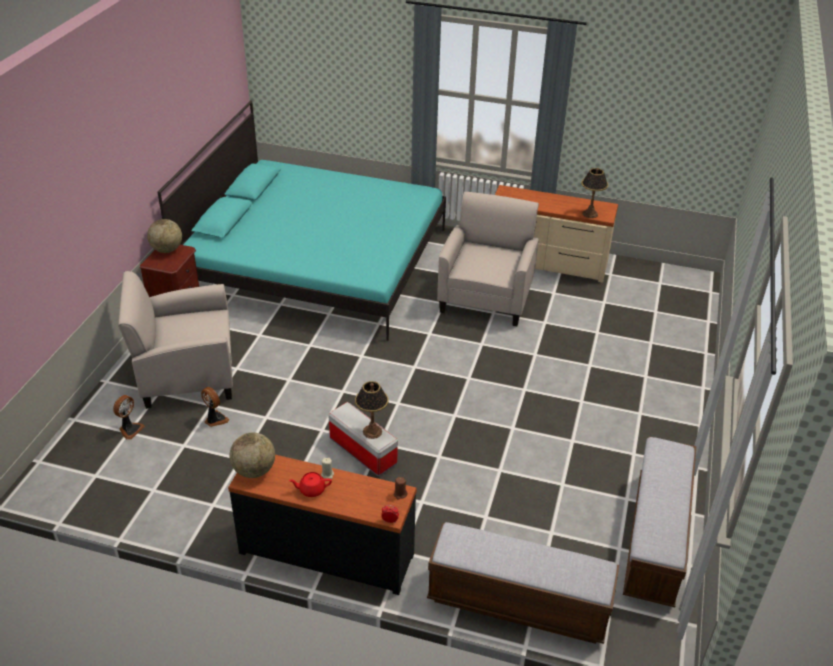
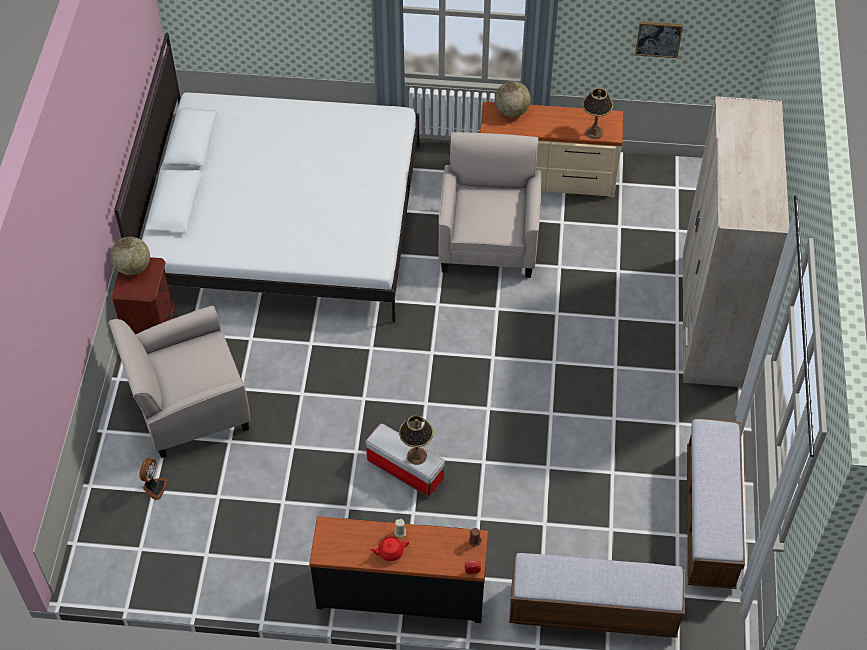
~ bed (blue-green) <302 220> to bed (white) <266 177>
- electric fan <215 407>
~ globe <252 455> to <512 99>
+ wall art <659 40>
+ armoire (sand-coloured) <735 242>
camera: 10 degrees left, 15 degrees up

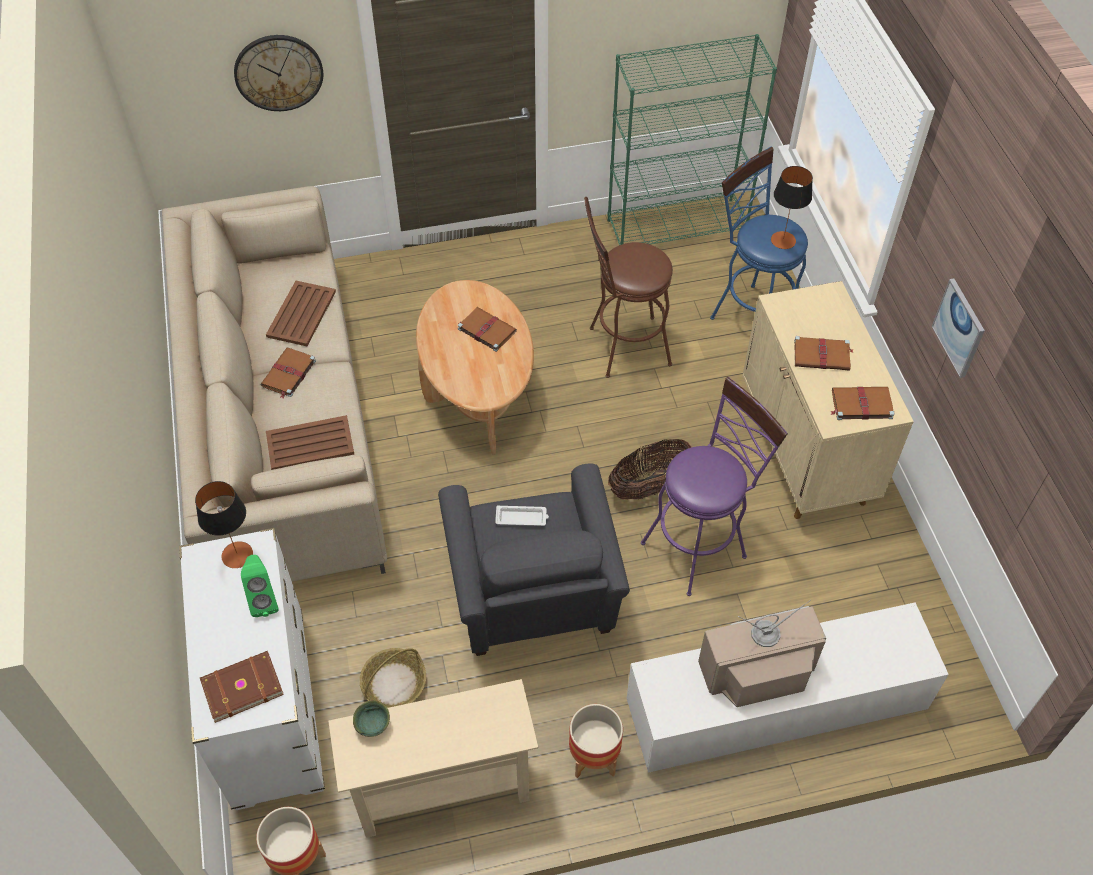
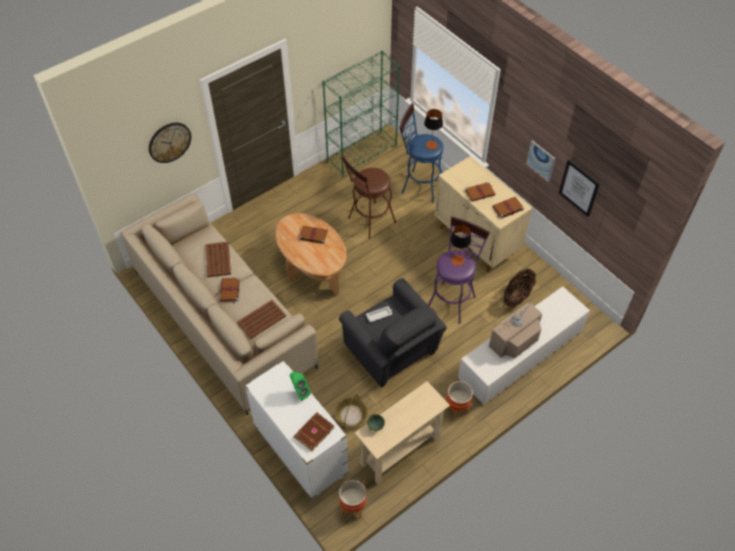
~ household basket <650 469> to <520 288>
~ tabletop lamp <224 524> to <460 245>
+ wall art <579 188>
camera: 25 degrees left, 0 degrees up

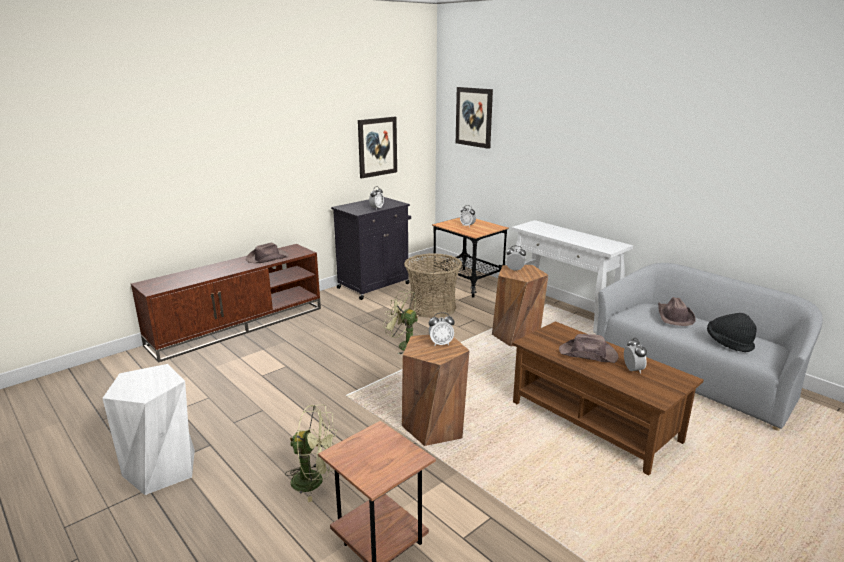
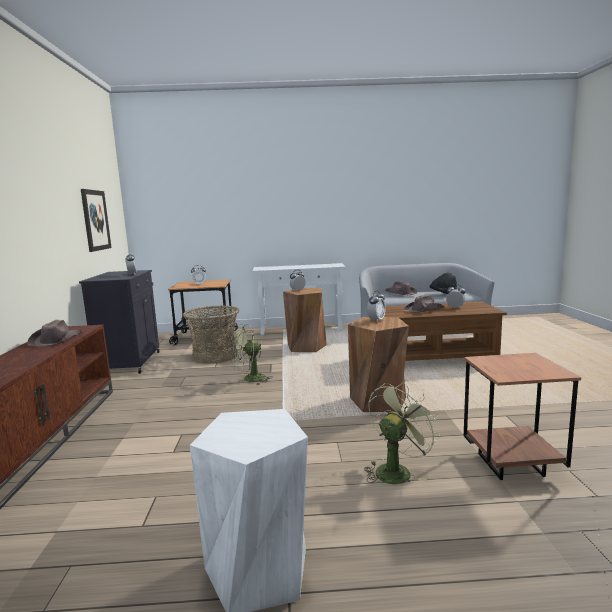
- wall art <474 118>
camera: 50 degrees left, 10 degrees down

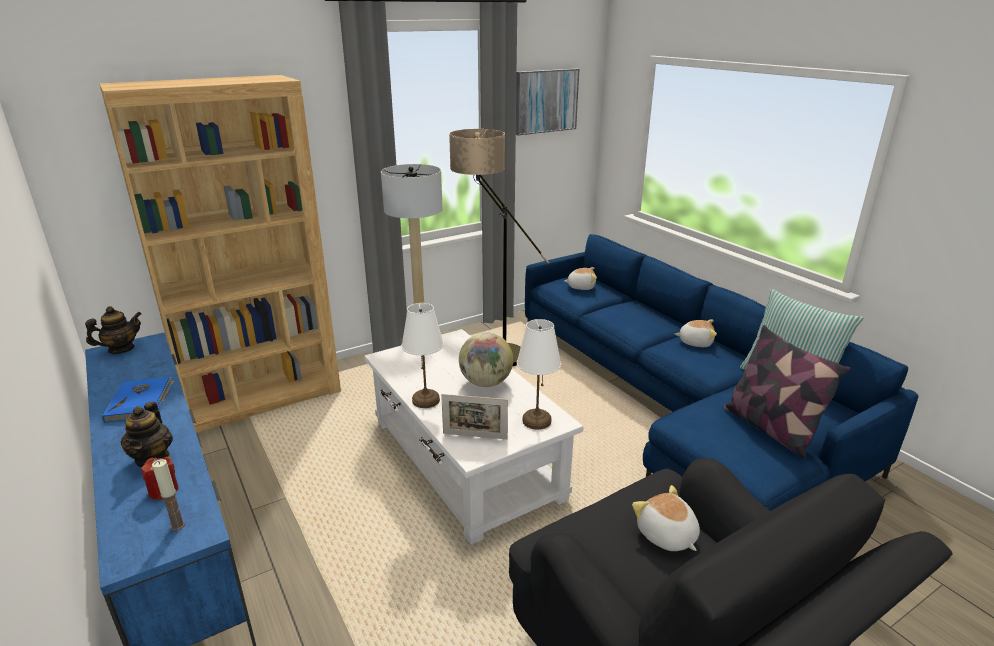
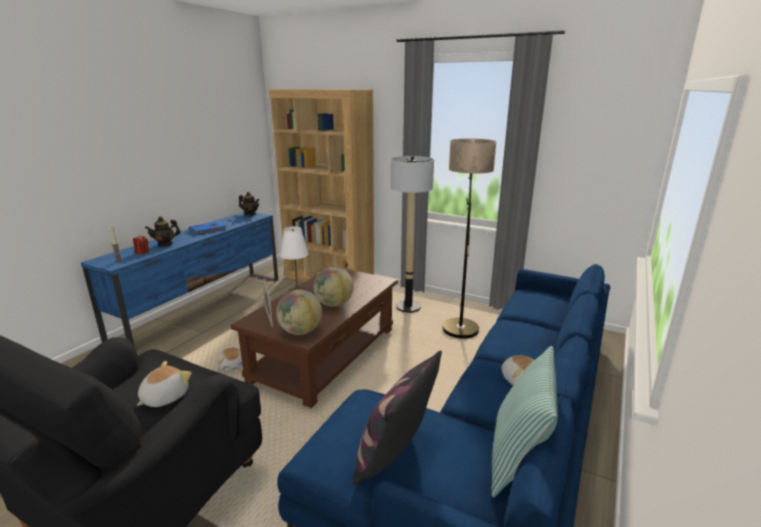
- wall art <547 102>
~ soft toy <580 278> to <230 359>
~ tabletop lamp (white) <539 374> to globe <299 312>
~ coffee table (white) <474 437> to coffee table (brown) <314 337>
camera: 60 degrees right, 5 degrees down

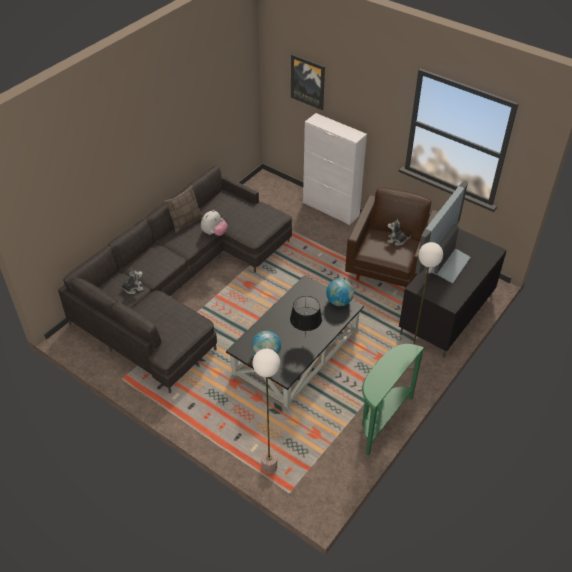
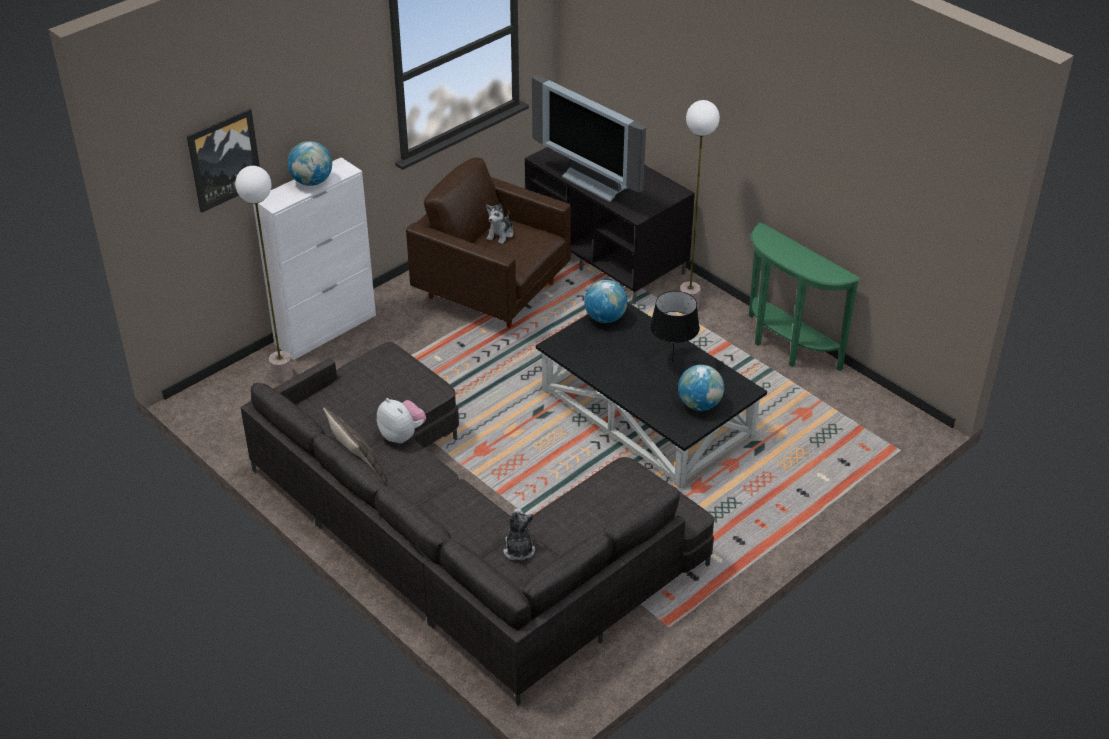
~ standing lamp <266 411> to <264 274>
+ globe <309 163>
camera: 80 degrees left, 5 degrees down

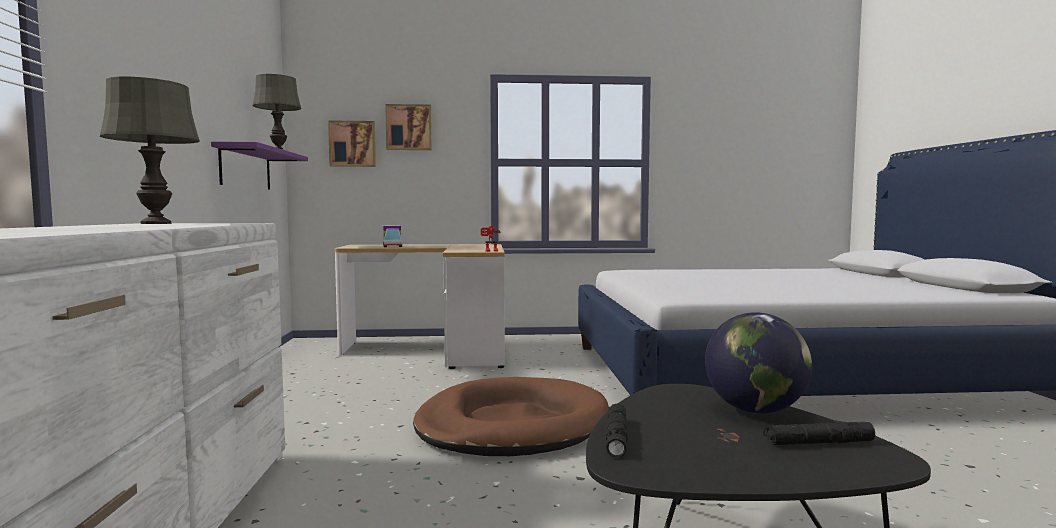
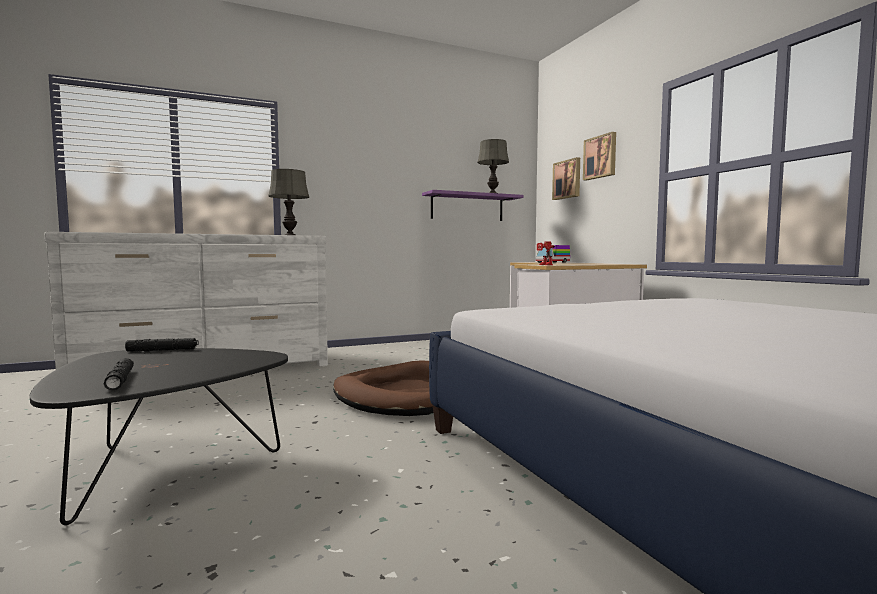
- globe <758 363>
camera: 70 degrees right, 0 degrees up

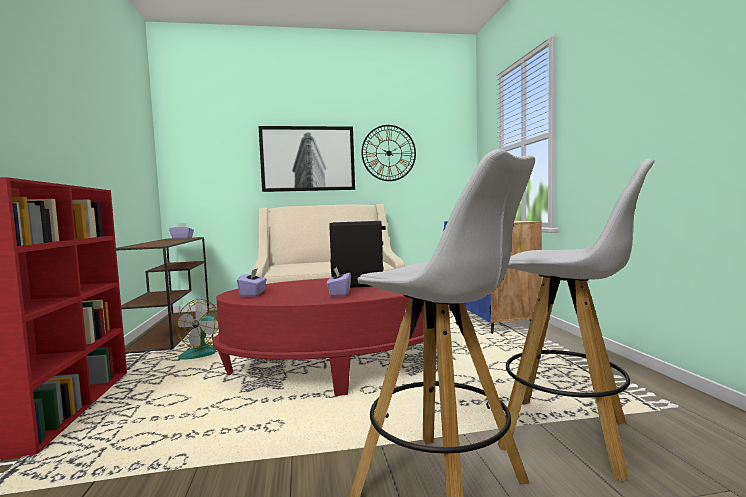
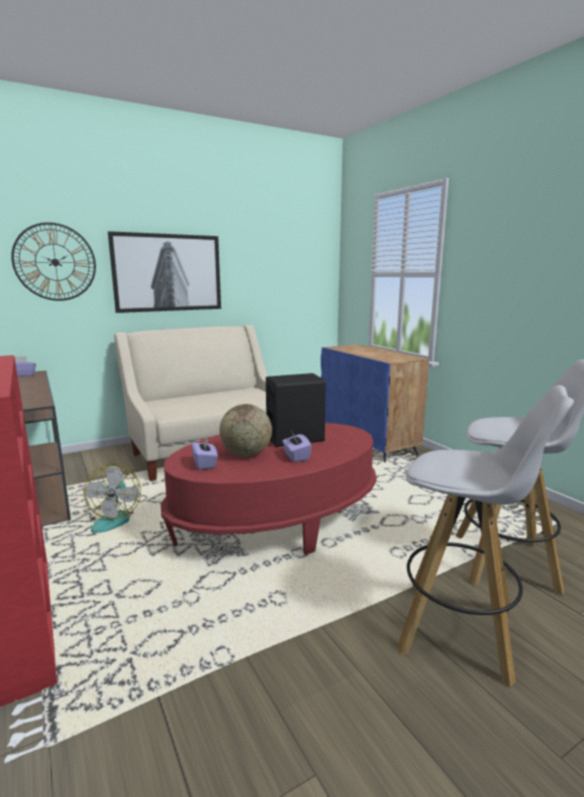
~ wall clock <388 153> to <53 261>
+ globe <245 430>
camera: 20 degrees left, 10 degrees up

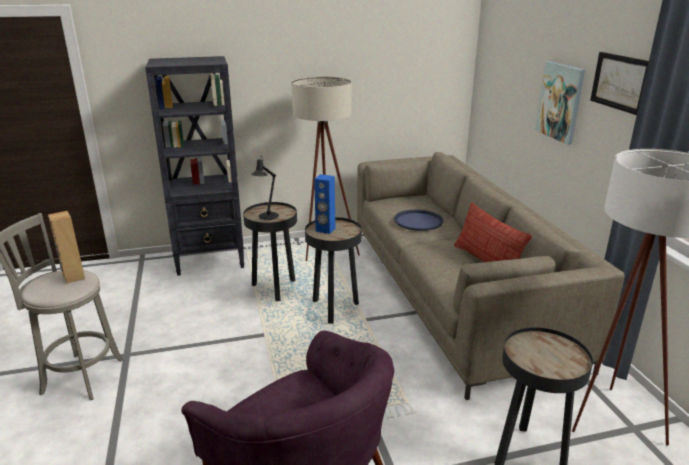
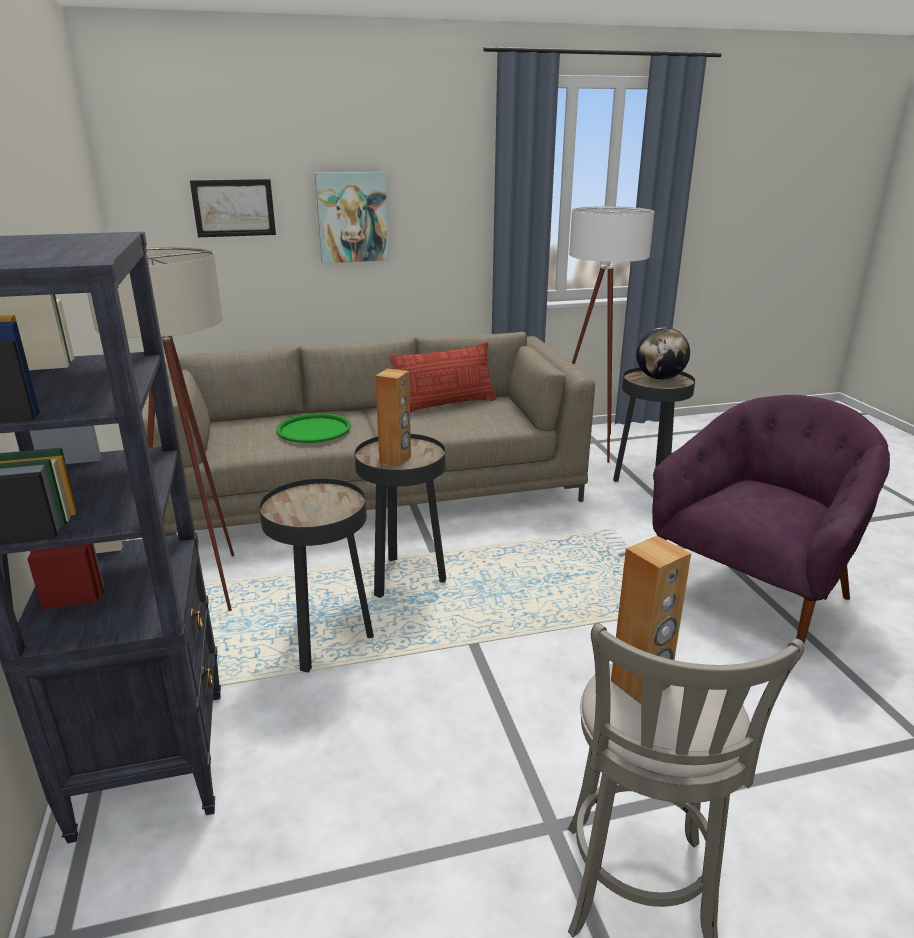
~ wall art <619 83> to <233 208>
- tabletop lamp (black-coloured) <265 187>
~ speaker (blue) <324 204> to speaker (brown) <393 418>
~ tray (blue) <418 220> to tray (green-coloured) <313 428>
+ globe <663 353>
camera: 90 degrees left, 0 degrees up

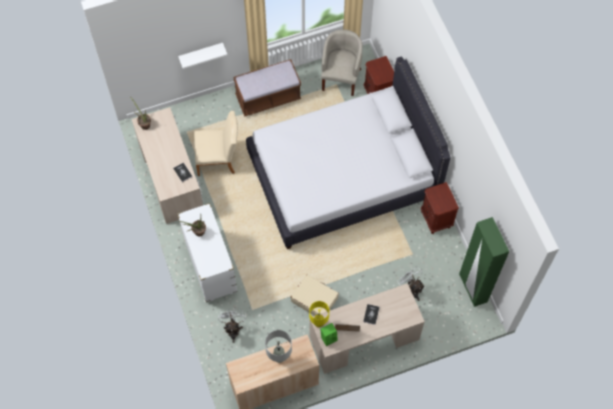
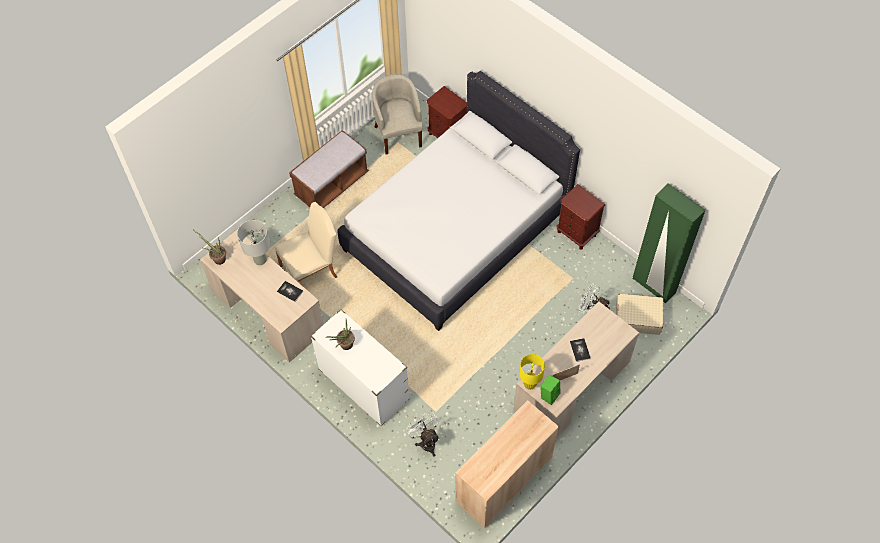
- shelf (white) <203 56>
~ suitcase (sand-coloured) <315 295> to <639 314>
~ tabletop lamp (gray) <278 346> to <253 242>
camera: 25 degrees left, 5 degrees down

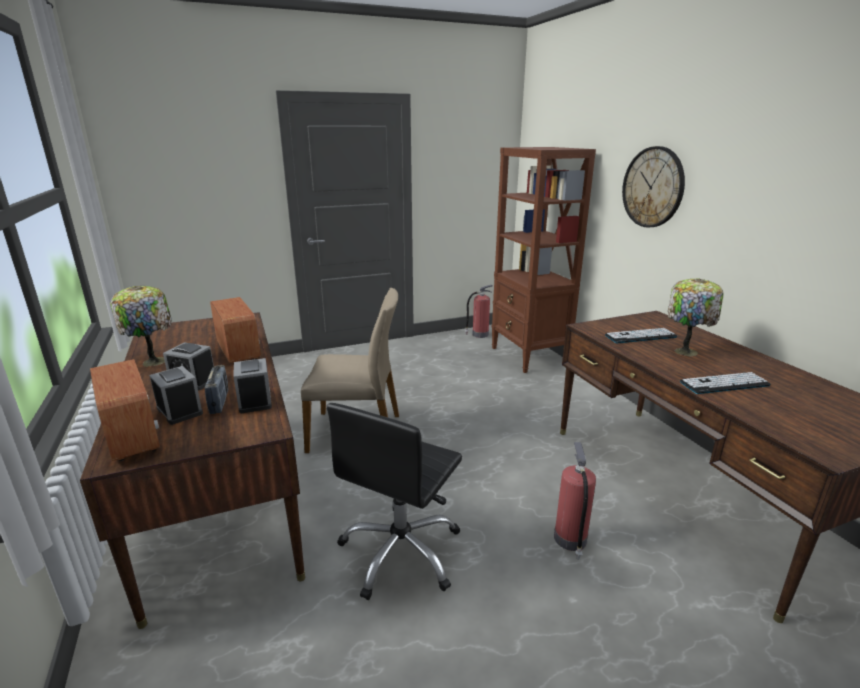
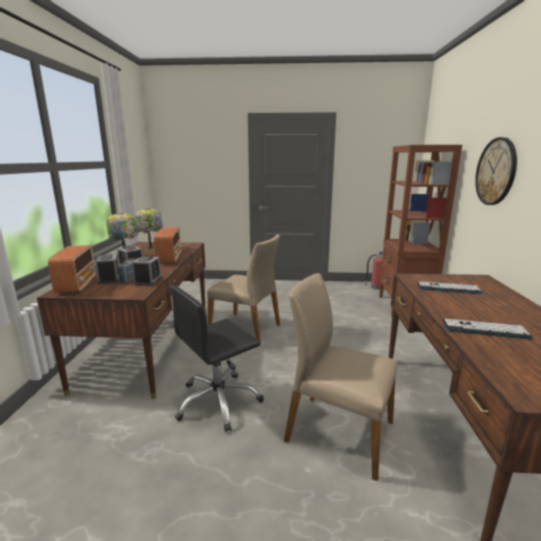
~ tabletop lamp <696 317> to <148 229>
~ extinguisher <575 501> to chair (sand-coloured) <341 377>
camera: 25 degrees right, 5 degrees down

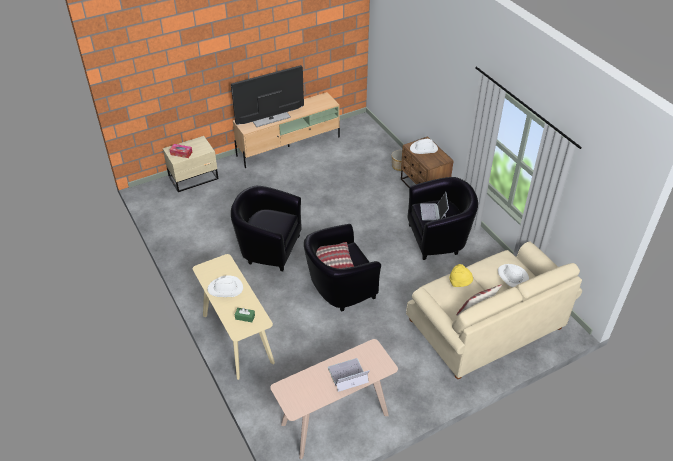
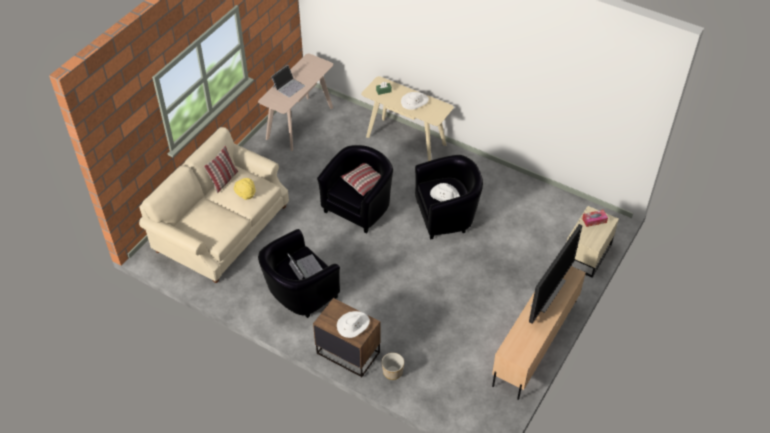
~ clothing hat (white) <513 275> to <445 192>
camera: 150 degrees right, 5 degrees up

